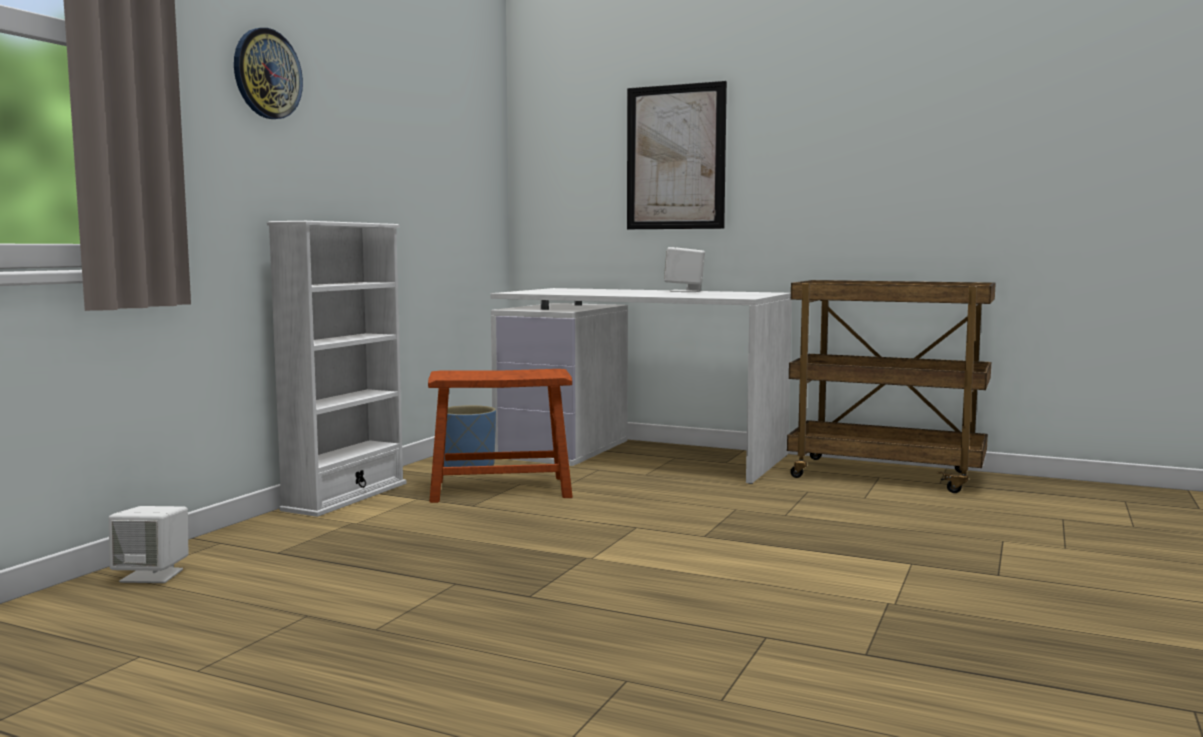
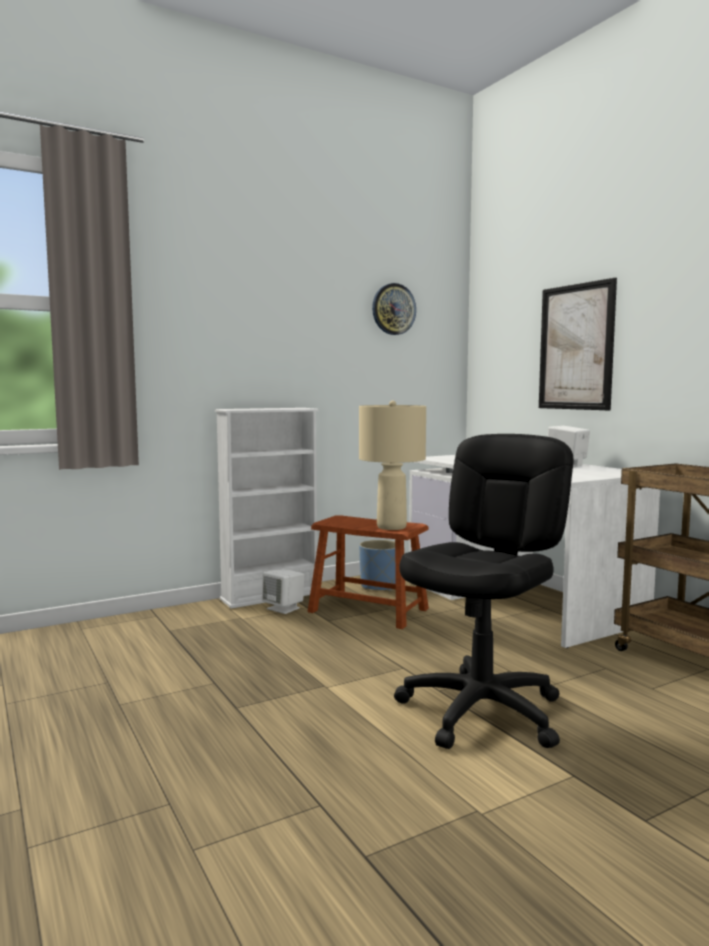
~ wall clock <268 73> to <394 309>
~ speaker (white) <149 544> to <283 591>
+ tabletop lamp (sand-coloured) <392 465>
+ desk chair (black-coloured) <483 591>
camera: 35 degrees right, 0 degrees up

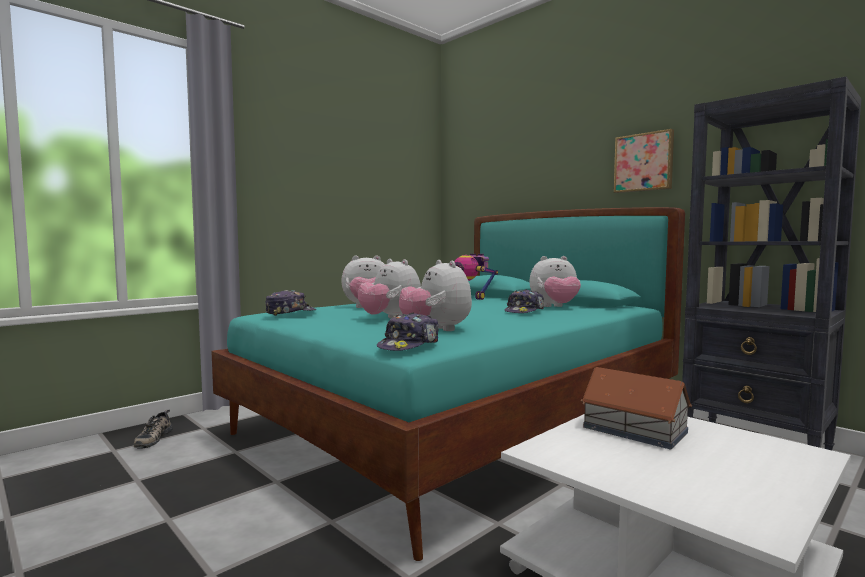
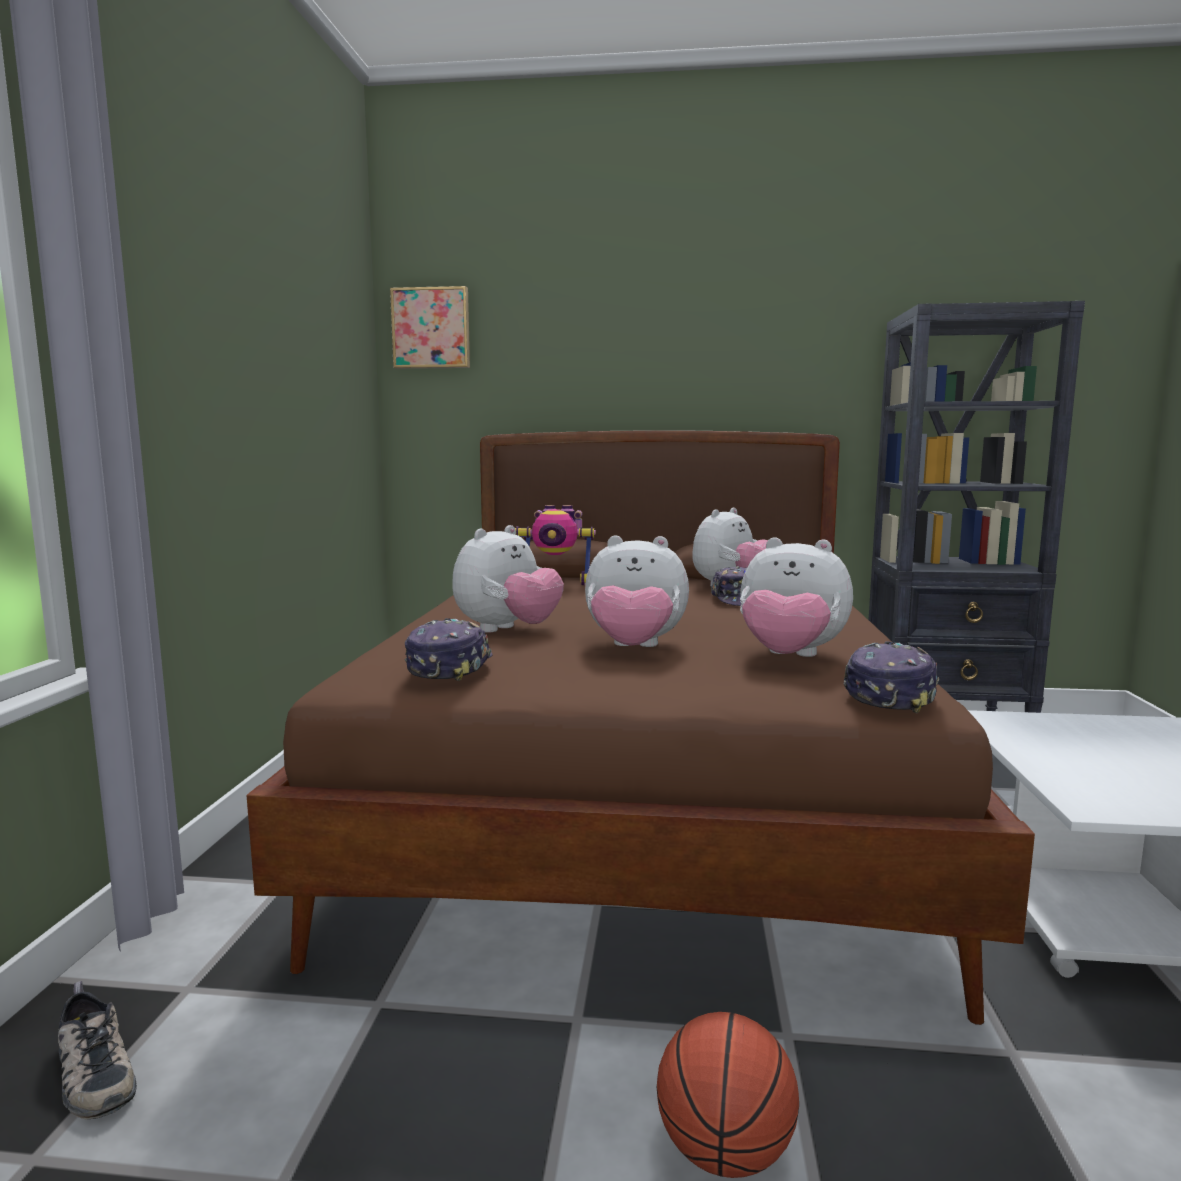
~ wall art <644 161> to <430 327>
~ bed (blue-green) <448 384> to bed (brown) <641 727>
~ cap <408 331> = <891 677> 150 degrees counterclockwise
- miniature house <636 408>
+ basketball ball <728 1095>
camera: 40 degrees left, 5 degrees up

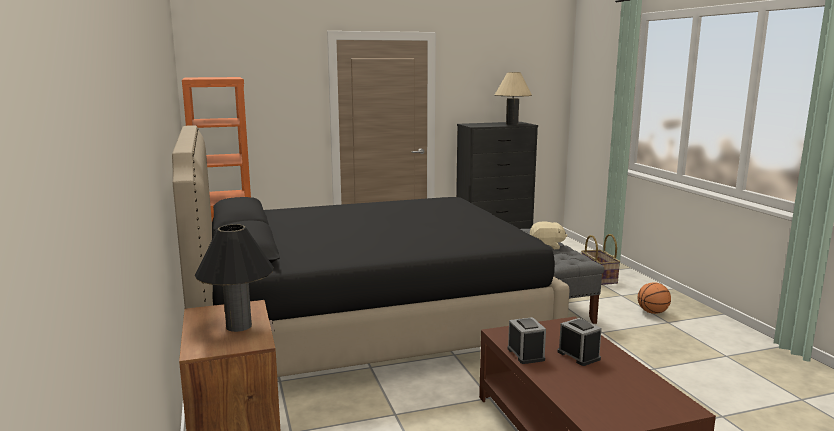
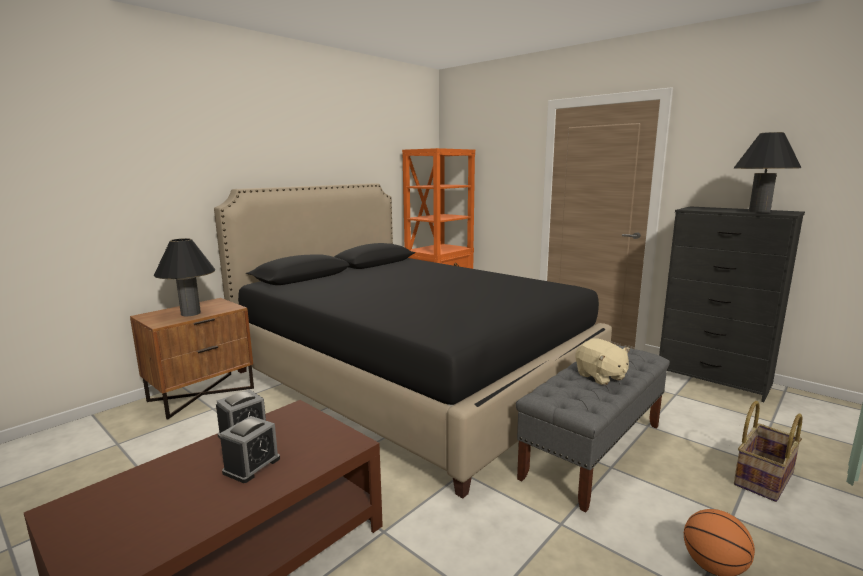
~ tabletop lamp (sand-coloured) <513 98> to tabletop lamp (black-coloured) <767 172>
camera: 60 degrees right, 0 degrees up

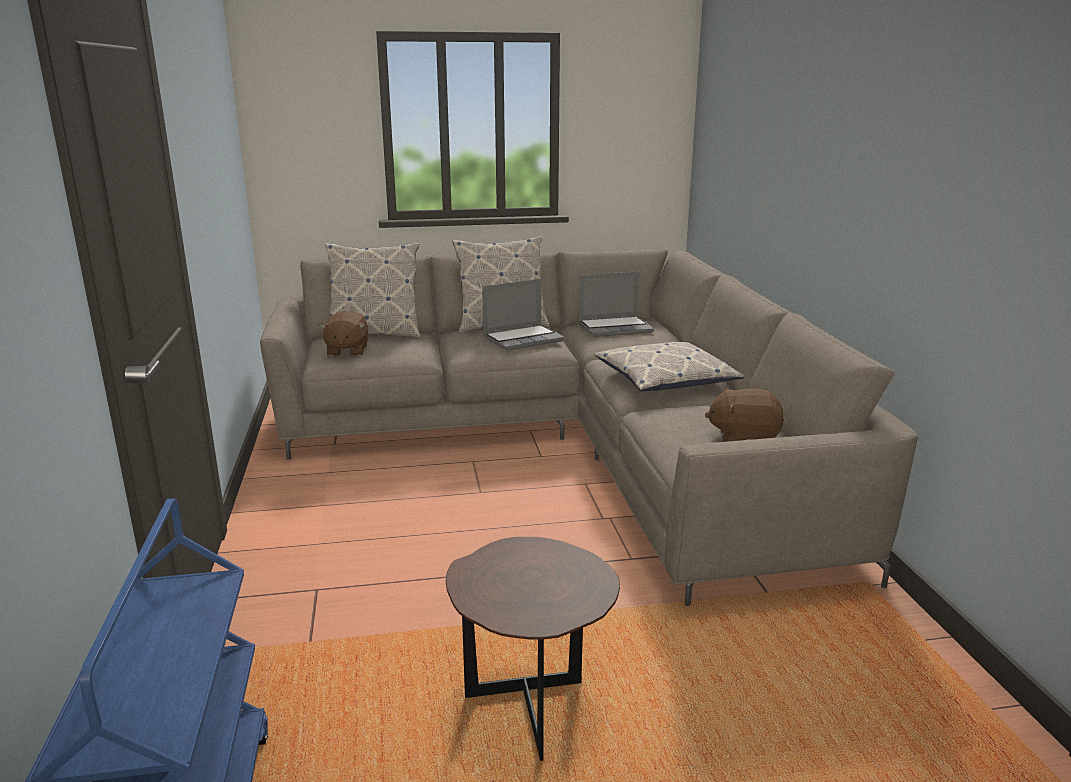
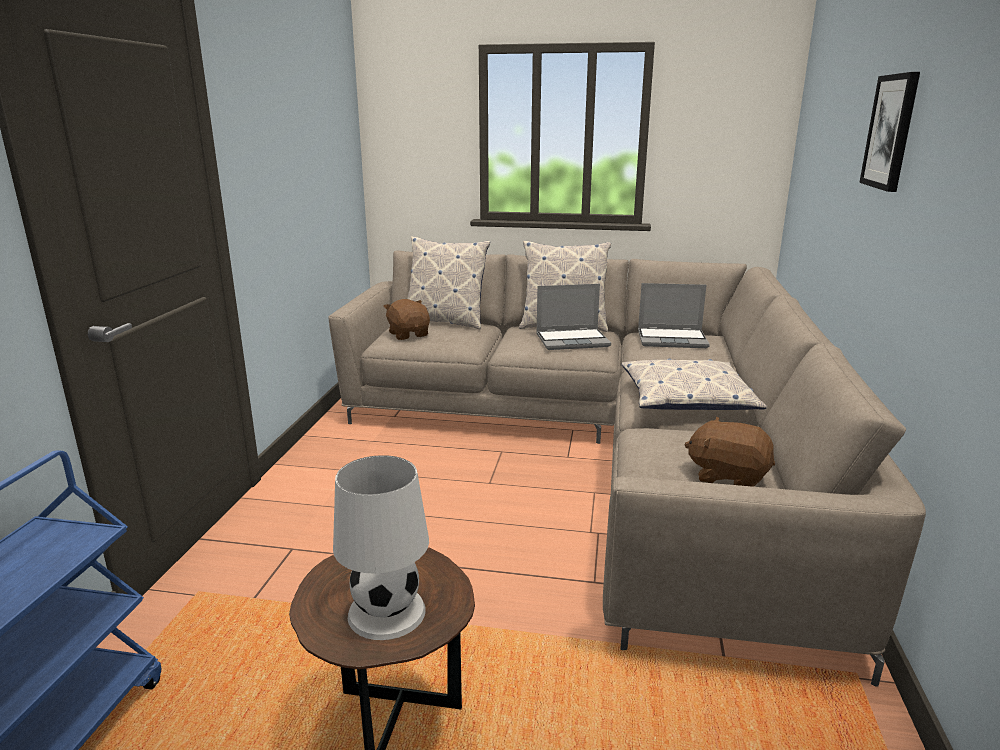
~ soft toy (brown) <343 334> = <406 319> 135 degrees clockwise
+ wall art <889 132>
+ tabletop lamp (white) <381 547>
camera: 20 degrees right, 0 degrees up

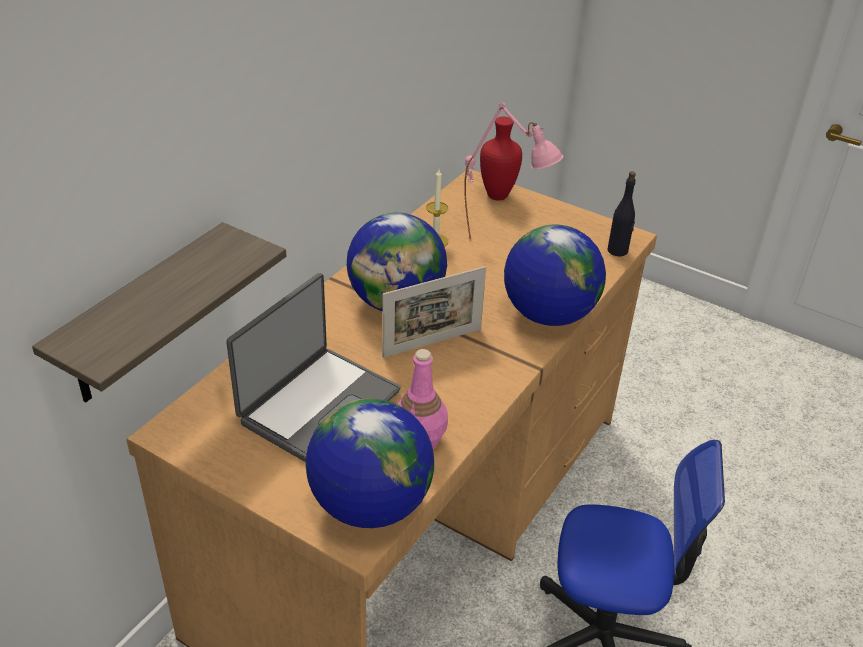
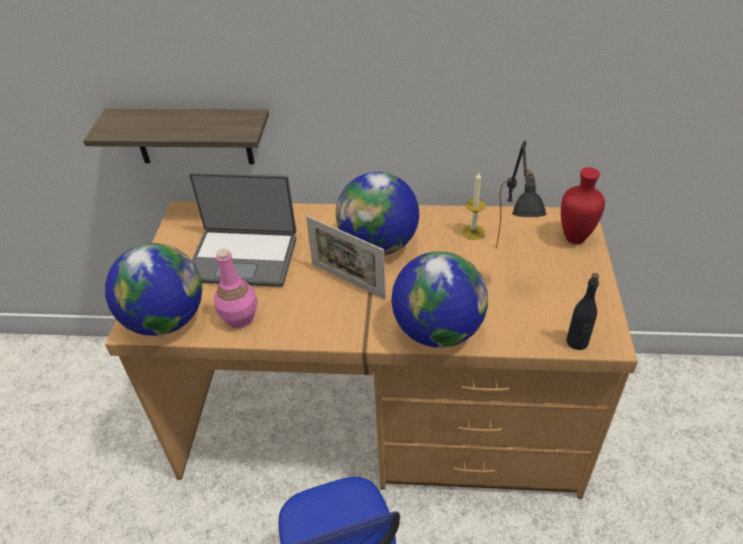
~ tabletop lamp (pinkish) <514 171> to tabletop lamp (black-coloured) <521 195>
camera: 65 degrees right, 5 degrees up

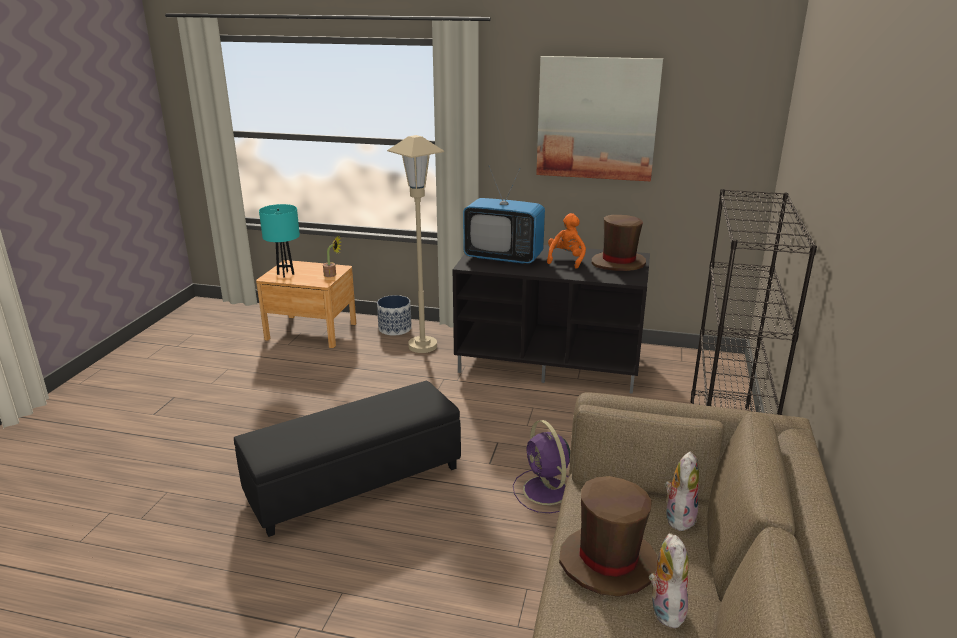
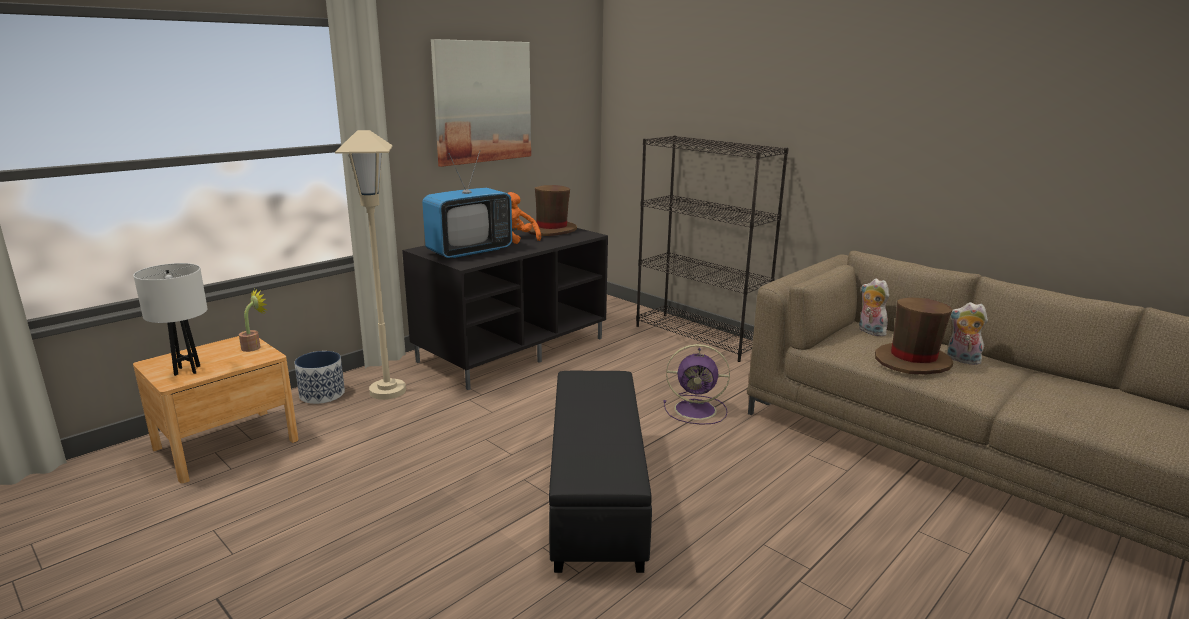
~ tabletop lamp (blue-green) <279 241> to tabletop lamp (white) <170 319>
camera: 60 degrees left, 5 degrees down

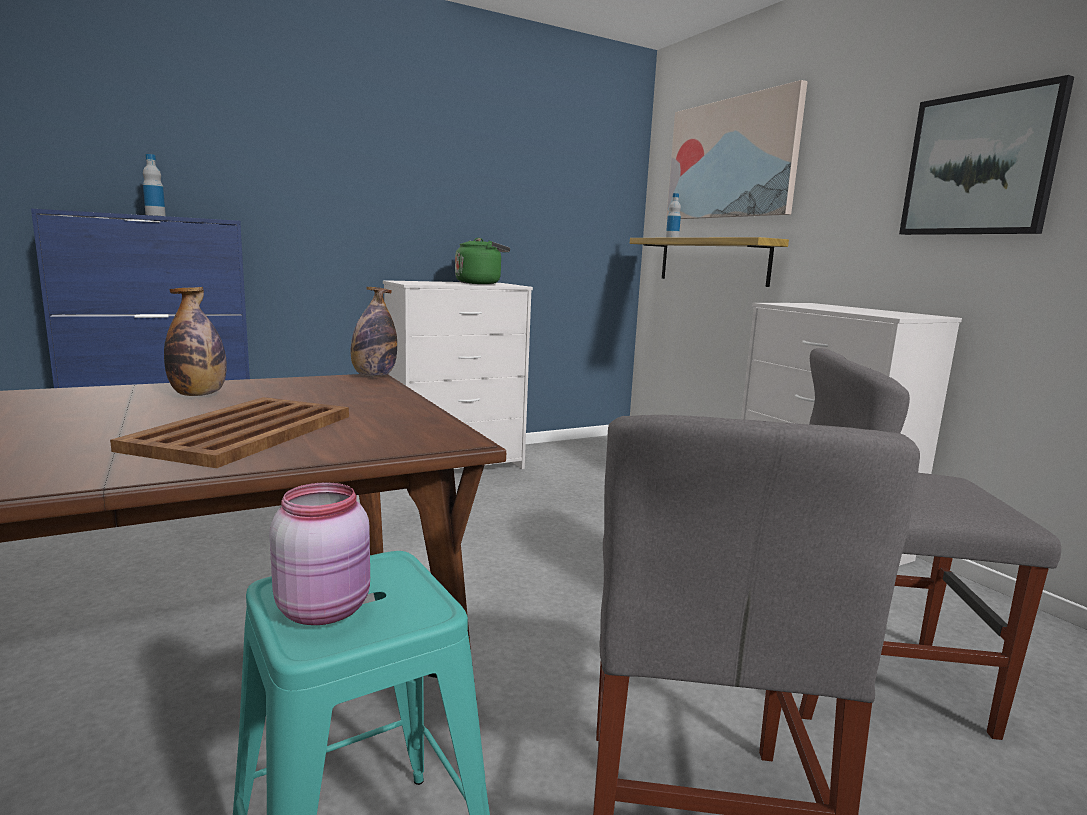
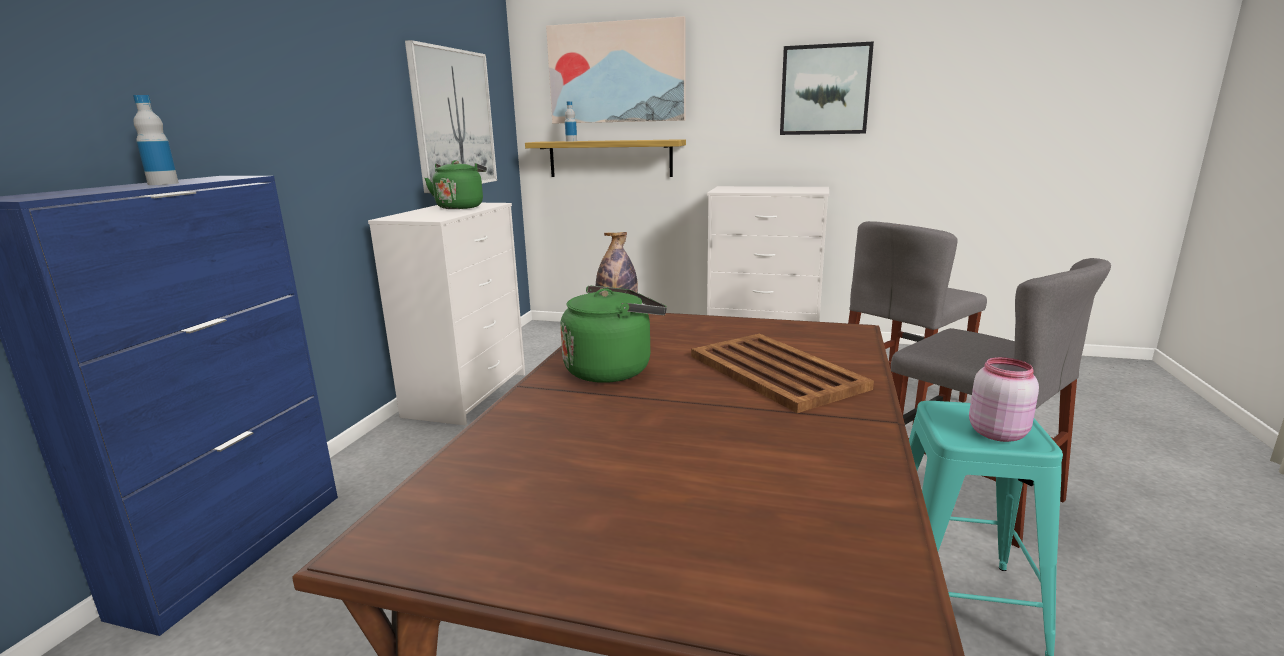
~ bottle <195 341> to kettle (green-coloured) <613 334>
+ wall art <451 116>
camera: 45 degrees left, 5 degrees up

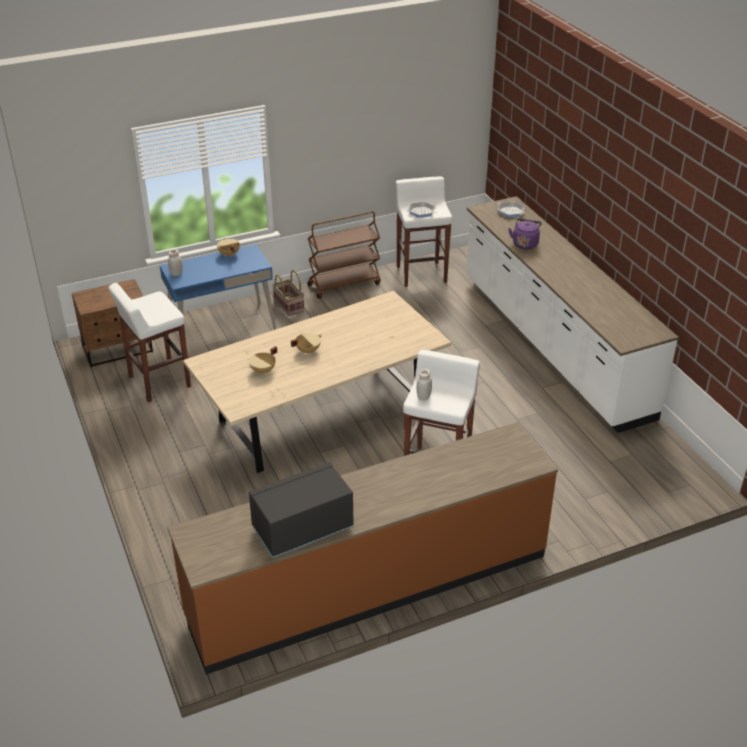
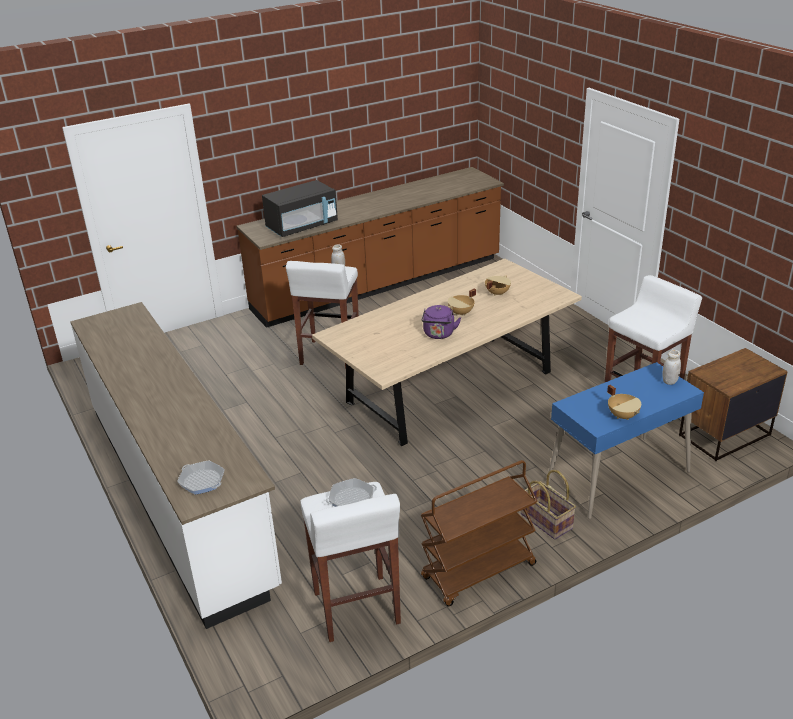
~ kettle (purple) <525 234> to <441 322>
~ microwave (black-coloured) <301 510> to <300 208>
camera: 175 degrees right, 5 degrees down

